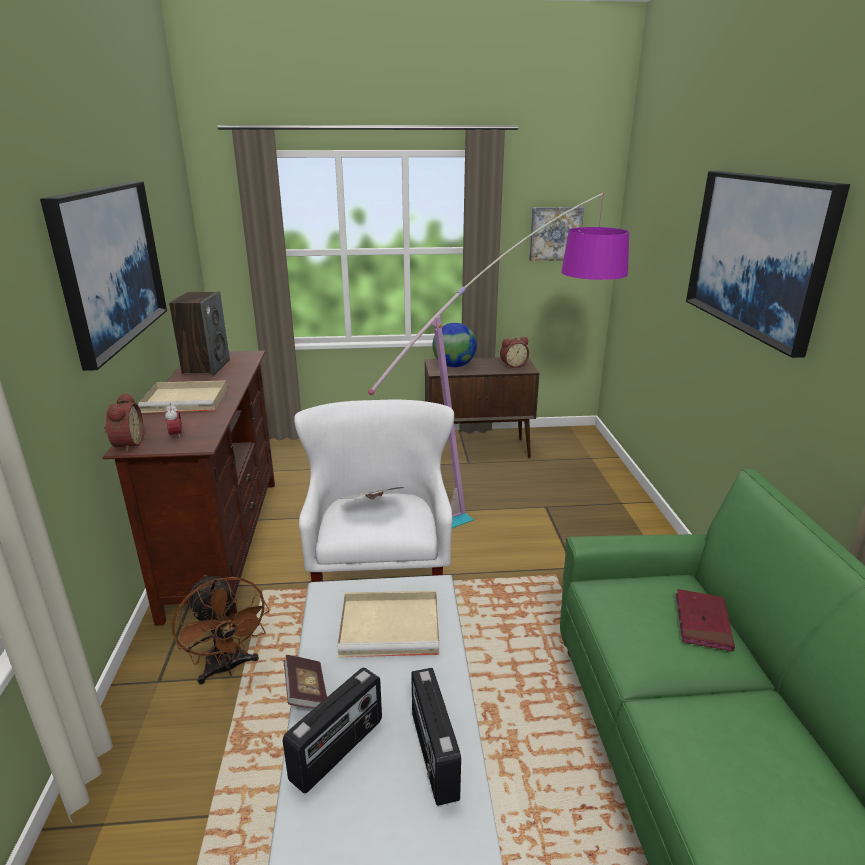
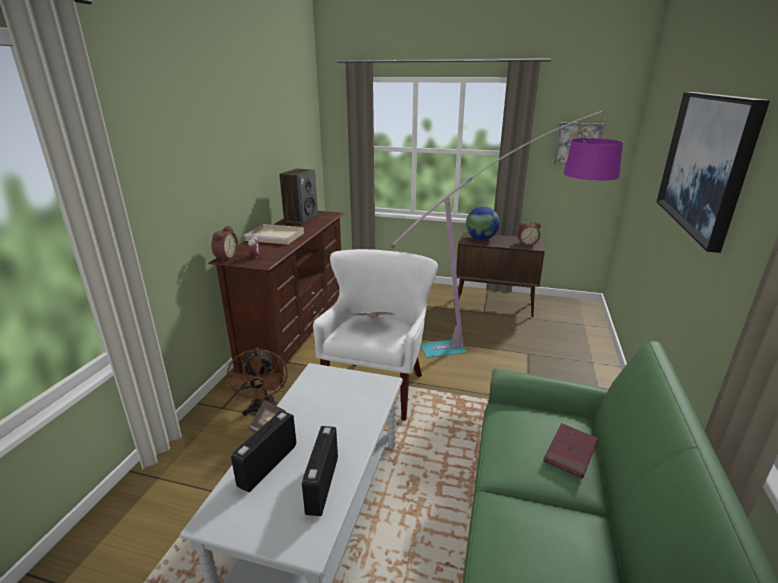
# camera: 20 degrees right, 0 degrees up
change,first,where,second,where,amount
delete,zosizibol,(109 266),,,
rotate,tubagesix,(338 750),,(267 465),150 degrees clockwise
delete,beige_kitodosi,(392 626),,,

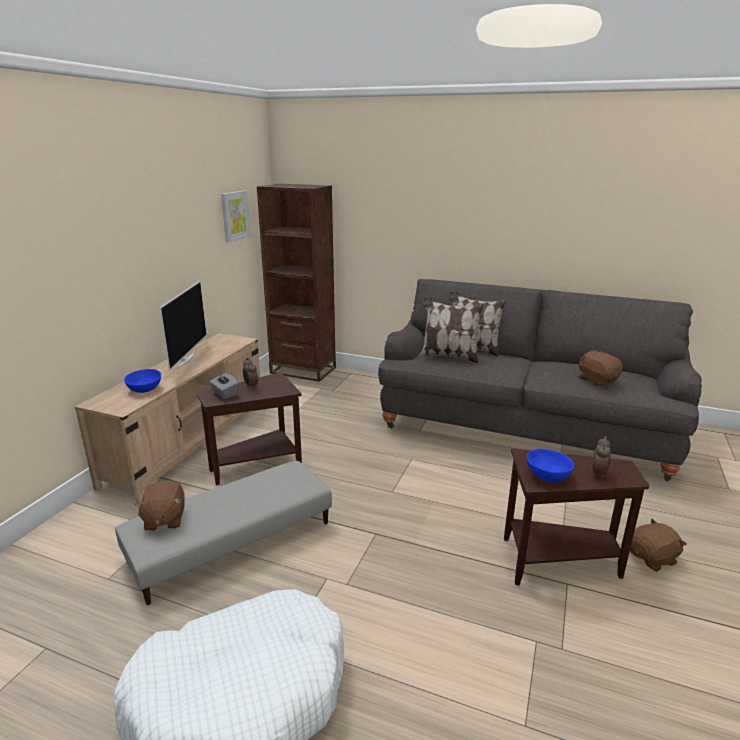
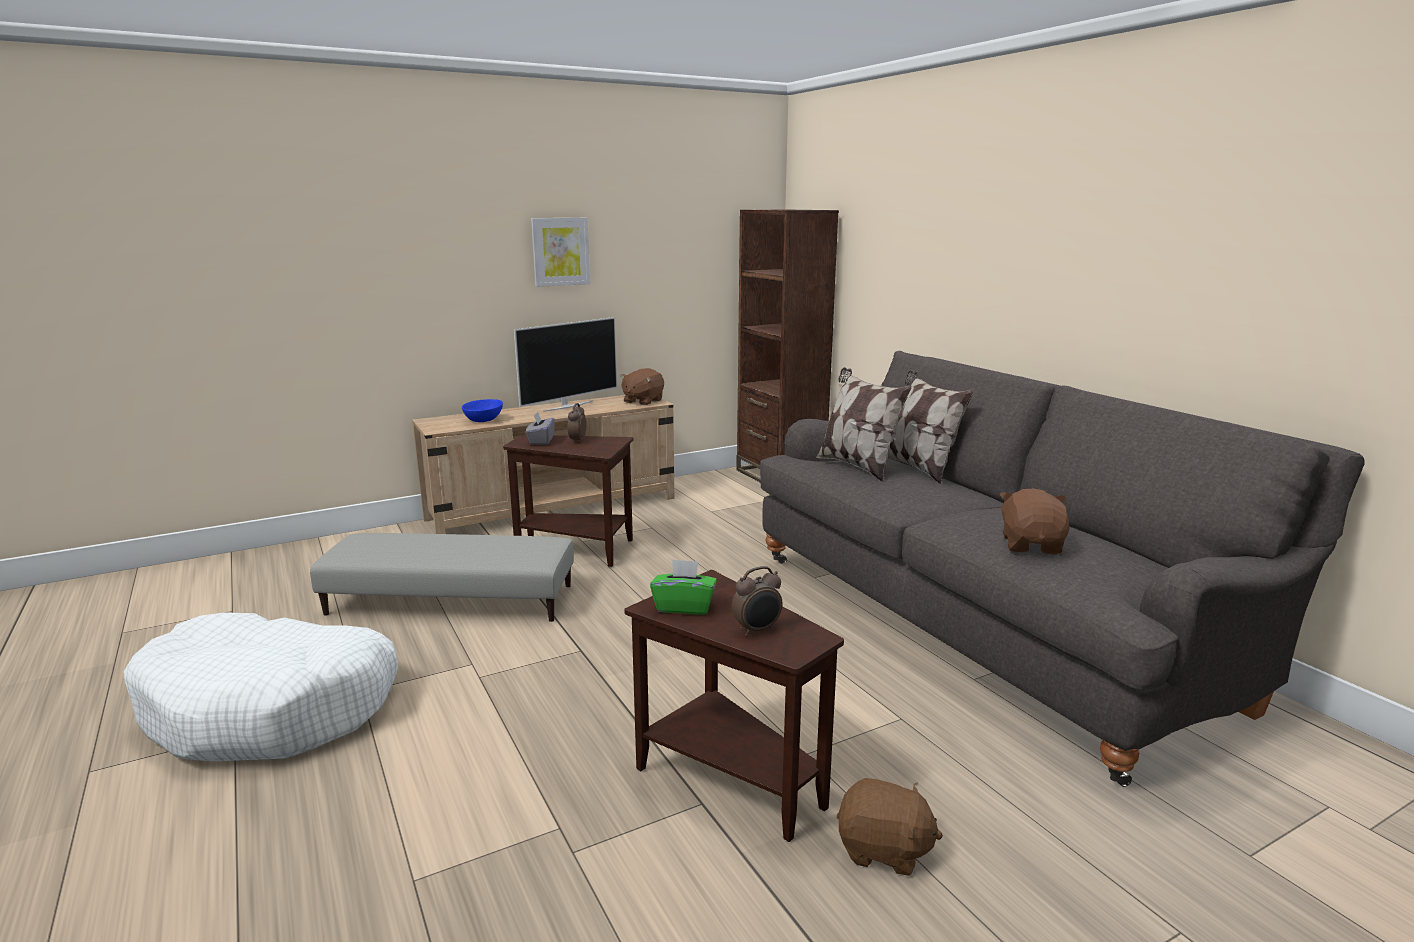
# camera: 40 degrees right, 5 degrees down
change,first,where,second,where,amount
move,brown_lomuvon,(164 519),,(642 401),
move,zosizibol,(235 215),,(560 251),
replace,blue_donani,(547 476),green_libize,(684 607),

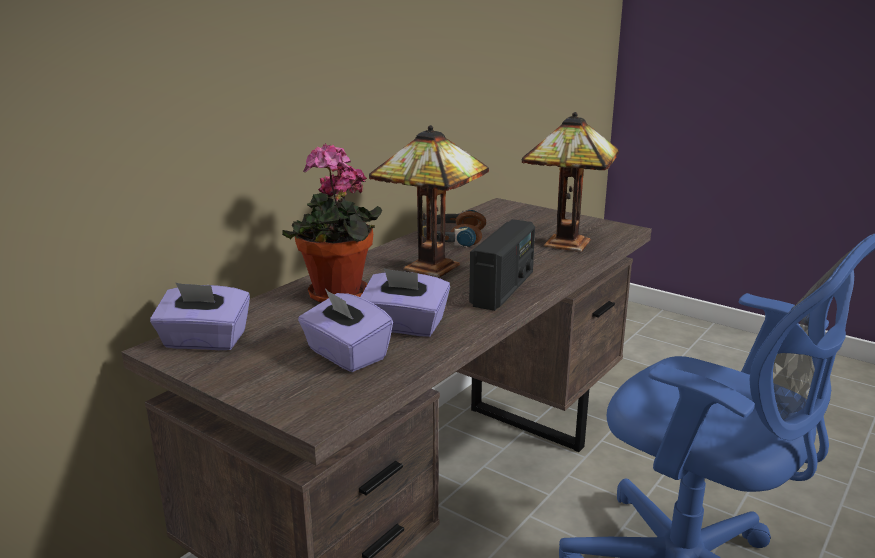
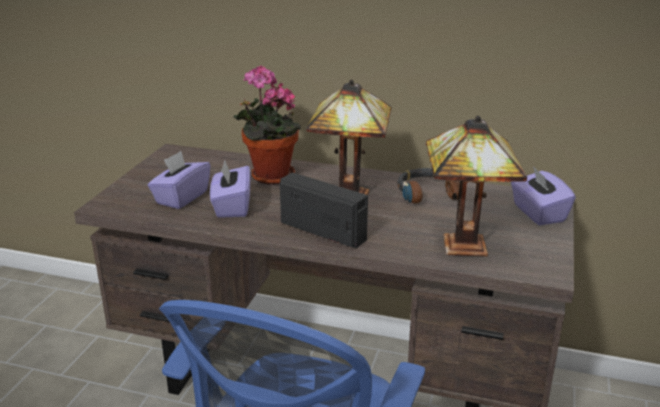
# camera: 70 degrees right, 5 degrees up
change,first,where,second,where,amount
move,purple_libize,(204 341),,(538 213),
rotate,tubagesix,(503 289),,(323 231),150 degrees counterclockwise

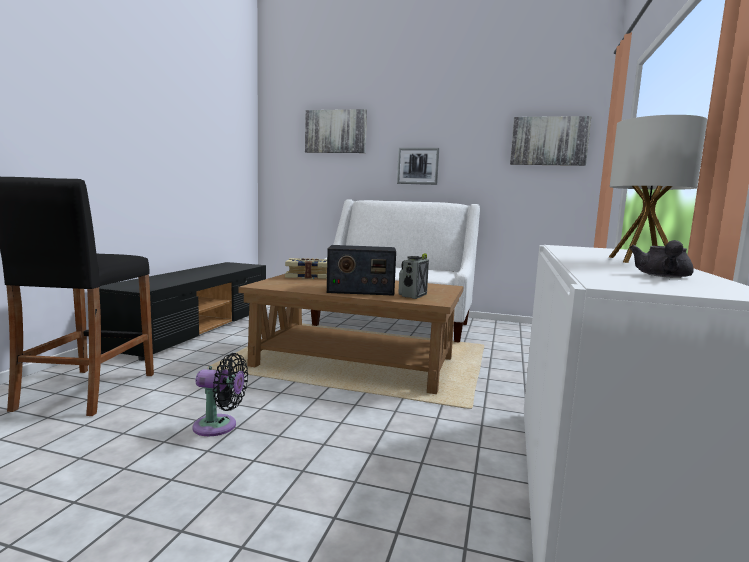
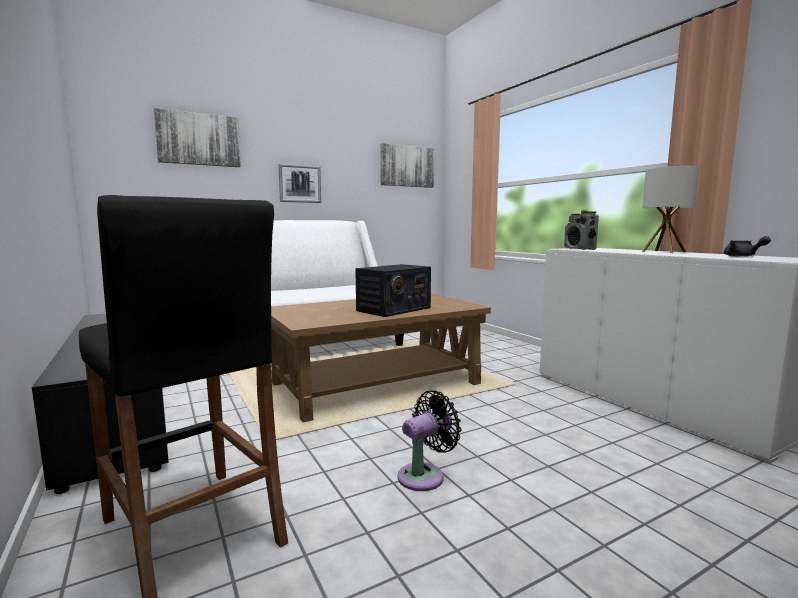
# camera: 45 degrees left, 0 degrees up
change,first,where,second,where,amount
delete,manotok,(308 276),,,
move,tubagesix,(412 295),,(580 249),

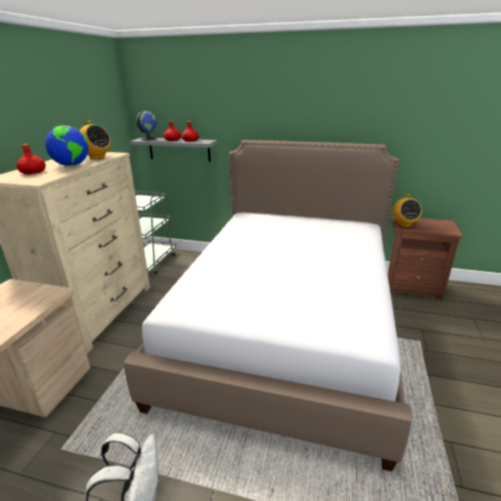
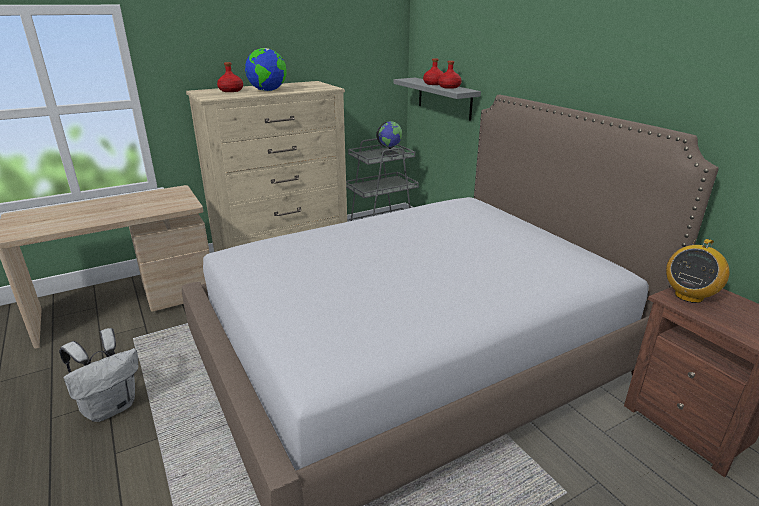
# camera: 45 degrees right, 0 degrees up
change,first,where,second,where,amount
delete,tubagesix,(97 157),,,
move,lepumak,(148 139),,(389 154),

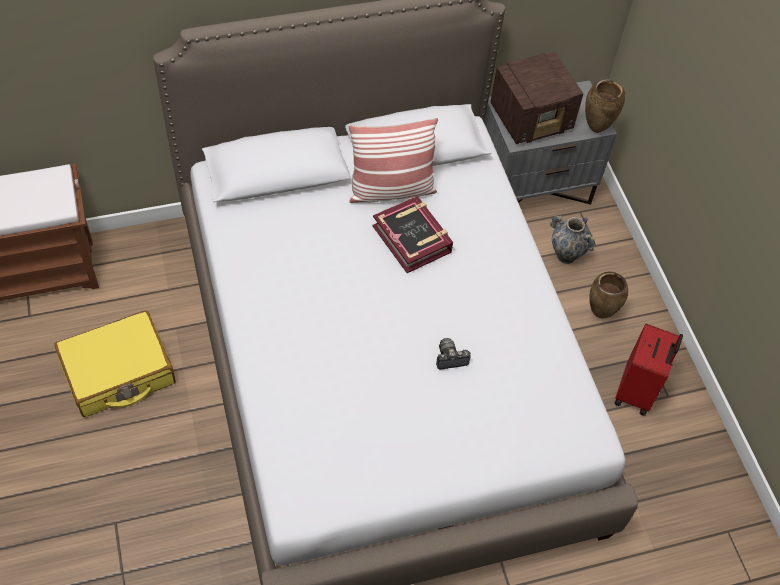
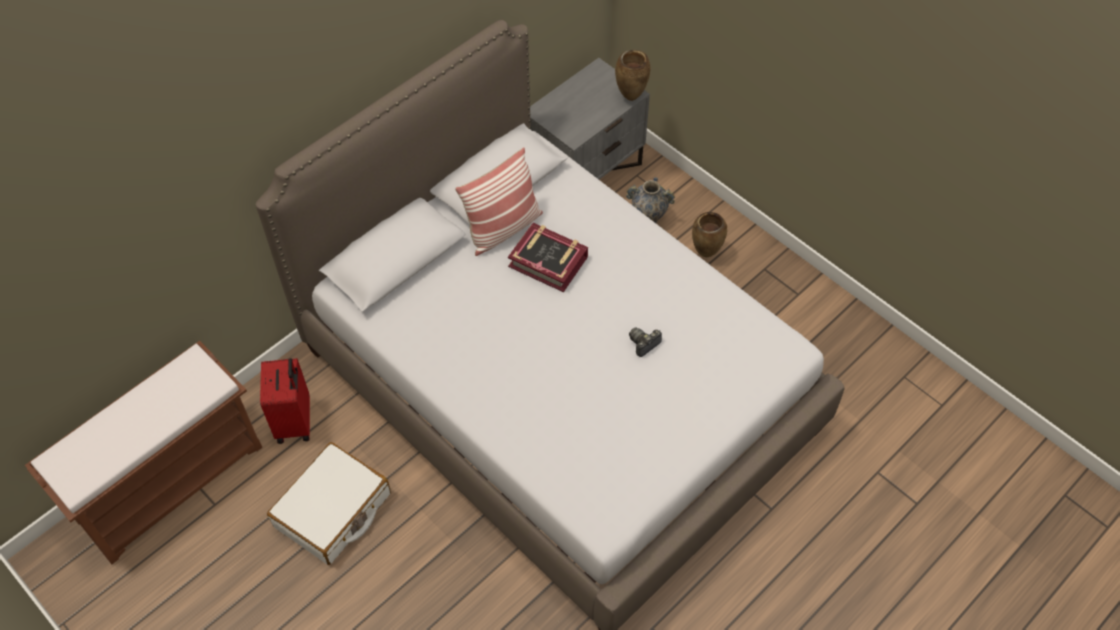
# camera: 25 degrees left, 0 degrees up
change,first,where,second,where,amount
recolor,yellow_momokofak,(118 372),white_momokofak,(333 511),
delete,tubagesix,(532 118),,,
move,red_momokofak,(637 391),,(295 421),

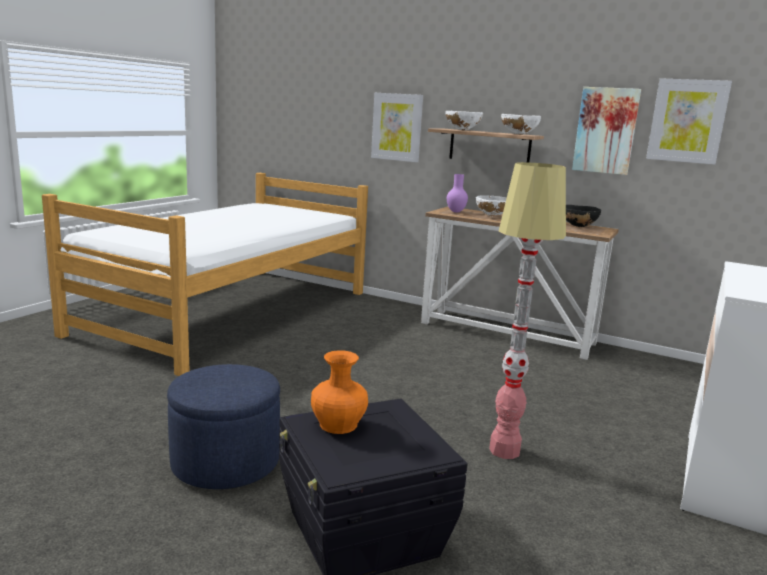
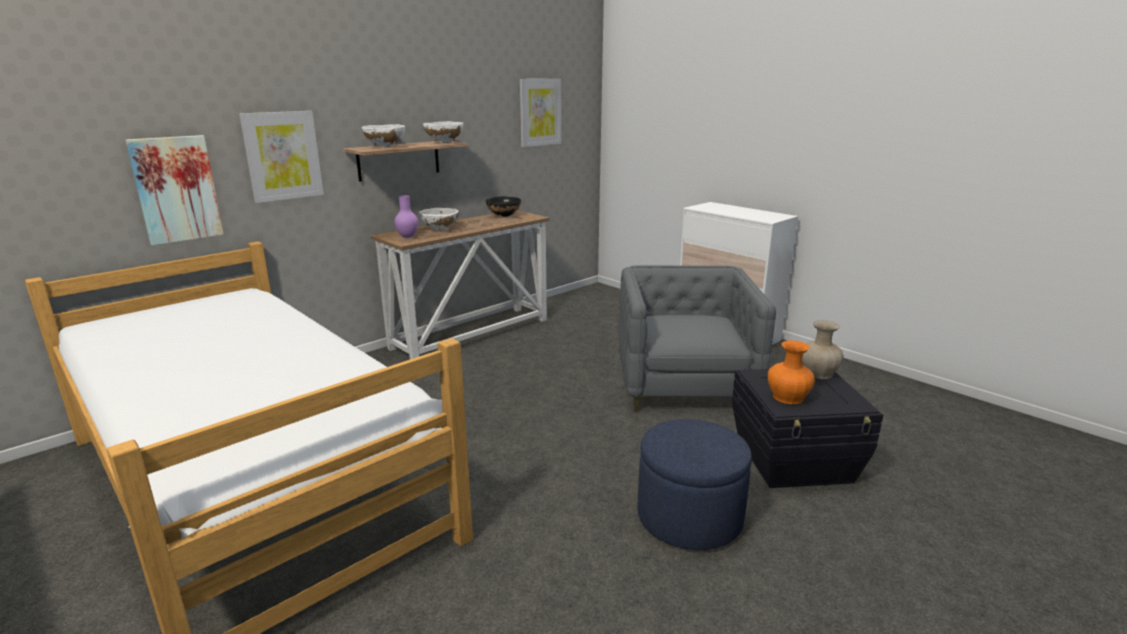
# camera: 70 degrees left, 5 degrees up
change,first,where,second,where,amount
replace,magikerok,(504 451),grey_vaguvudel,(684 385),
move,zosizibol,(605 130),,(176 189),
insert,,,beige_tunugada,(819 373),

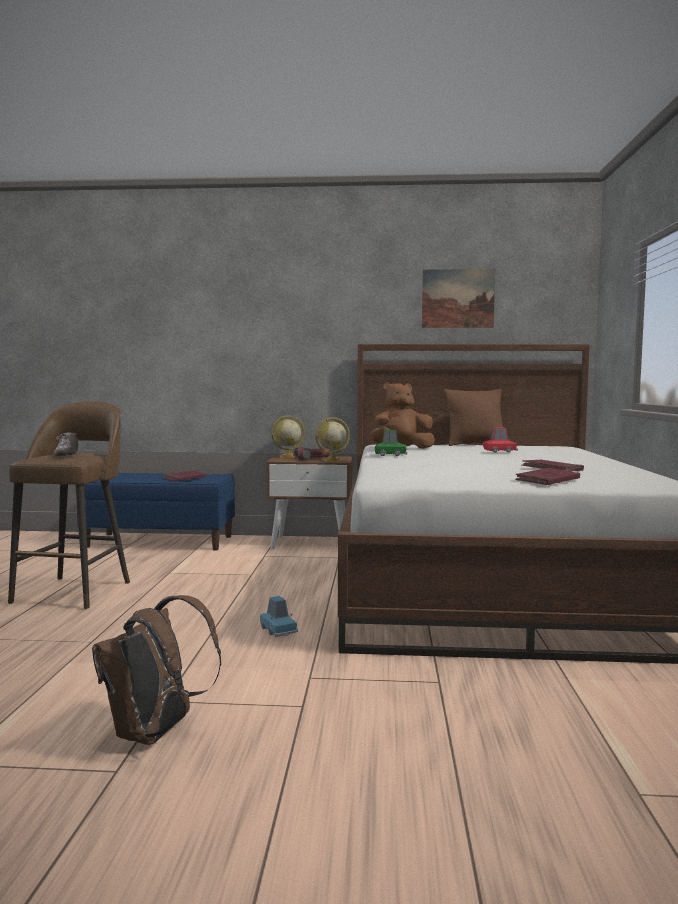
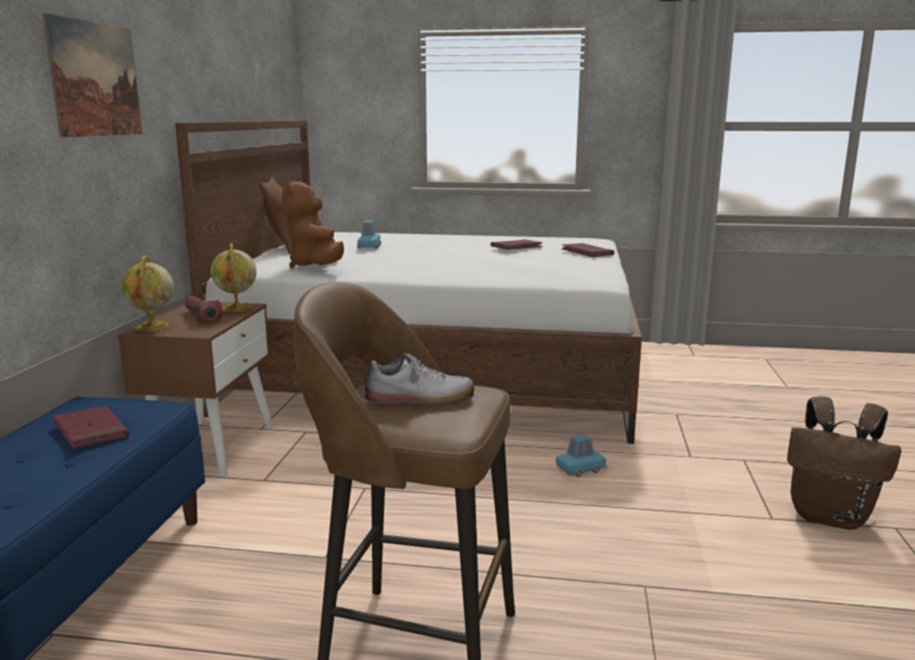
# camera: 85 degrees left, 10 degrees up
change,first,where,second,where,amount
delete,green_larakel,(391 455),,,
move,zosizibol,(458 298),,(95 79),
recolor,red_larakel,(500 451),blue_larakel,(369 247),

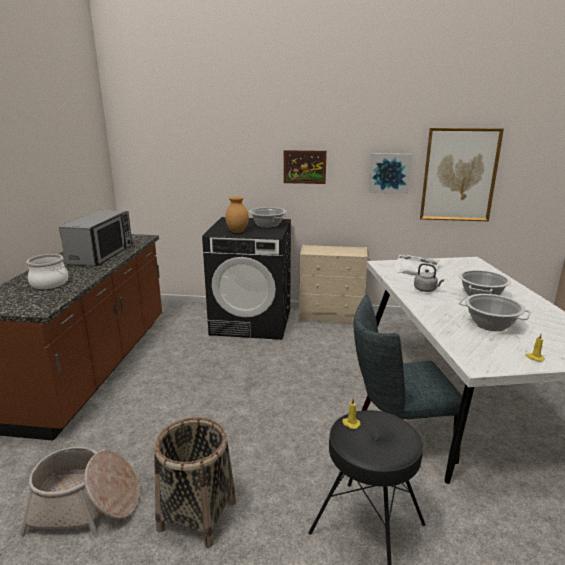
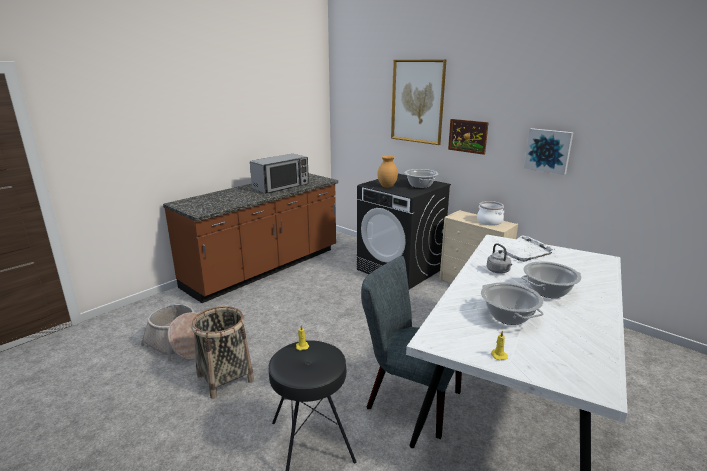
# camera: 35 degrees right, 0 degrees up
change,first,where,second,where,amount
move,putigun,(49 284),,(489 222),
move,zosizibol,(459 175),,(417 101),

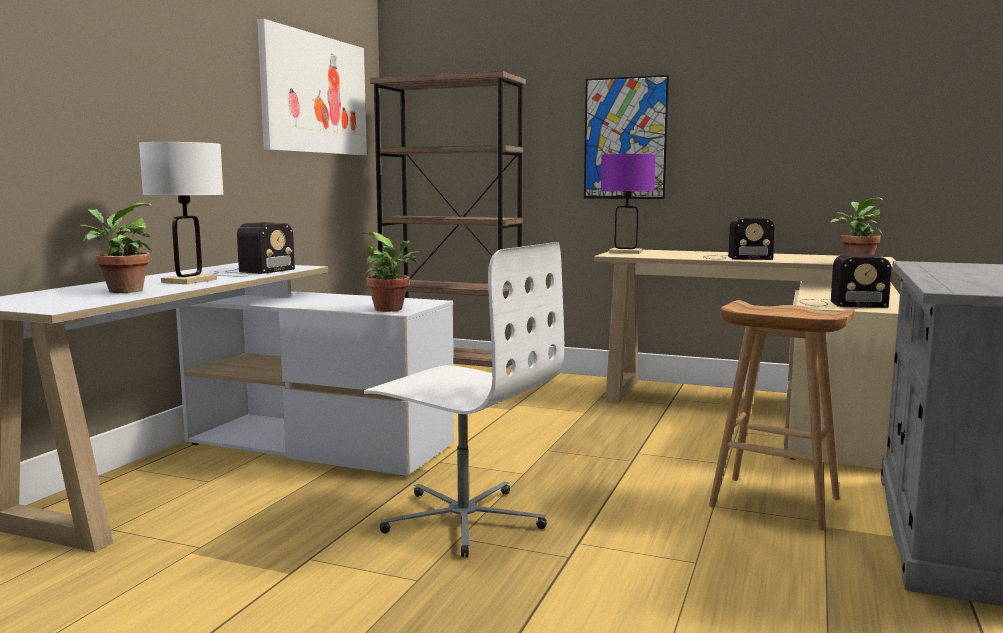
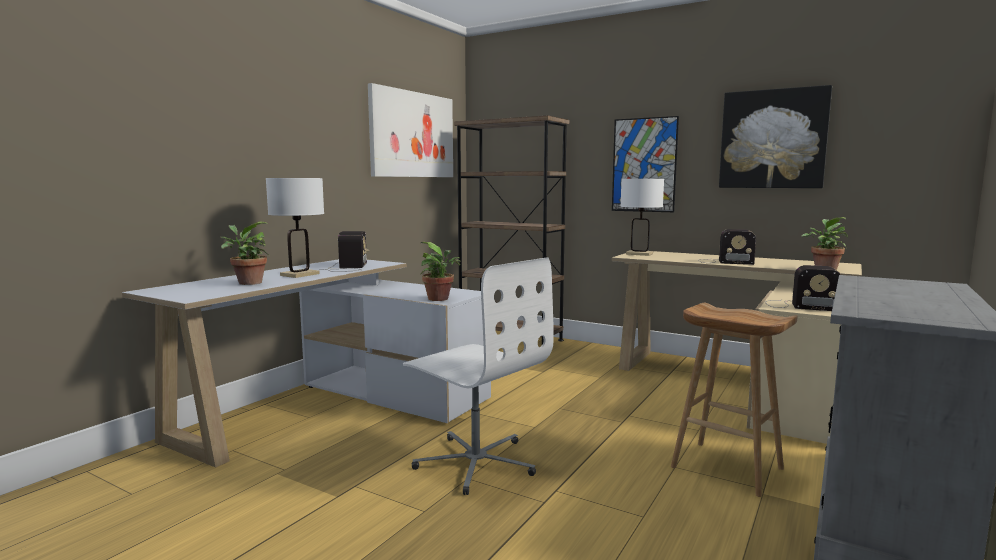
# camera: 10 degrees right, 0 degrees up
change,first,where,second,where,amount
rotate,tubagesix,(251 272),,(348 267),45 degrees counterclockwise
recolor,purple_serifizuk,(625 252),white_serifizuk,(639 254),
insert,,,zosizibol,(773 139),

